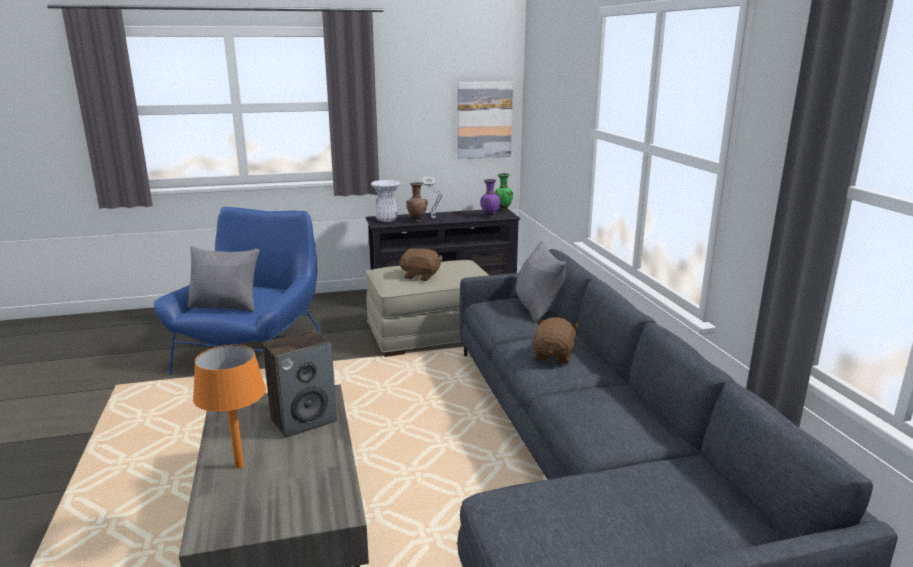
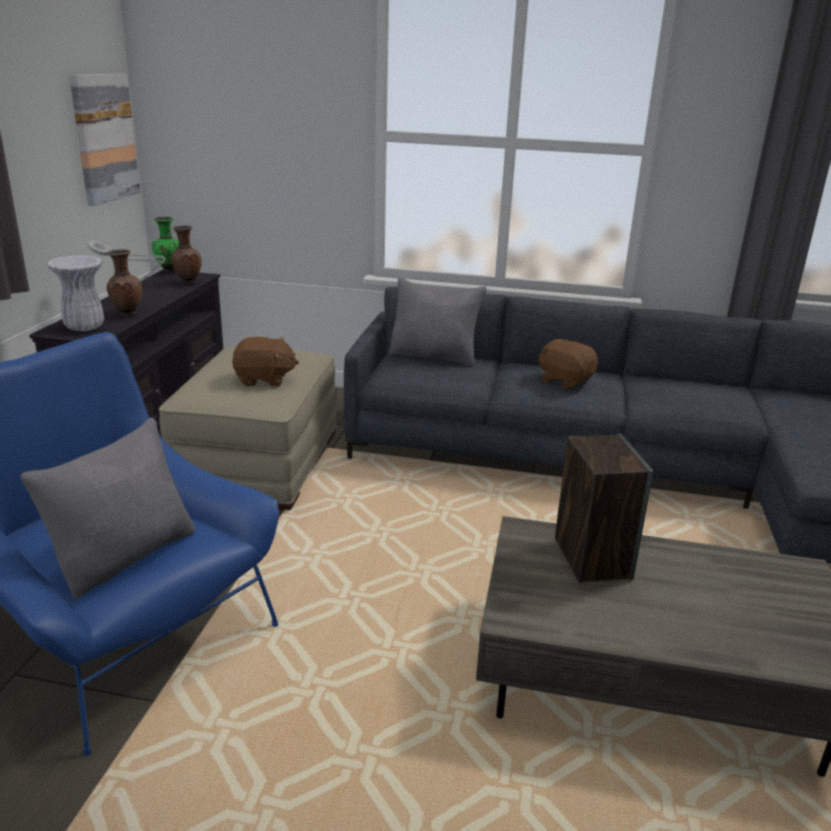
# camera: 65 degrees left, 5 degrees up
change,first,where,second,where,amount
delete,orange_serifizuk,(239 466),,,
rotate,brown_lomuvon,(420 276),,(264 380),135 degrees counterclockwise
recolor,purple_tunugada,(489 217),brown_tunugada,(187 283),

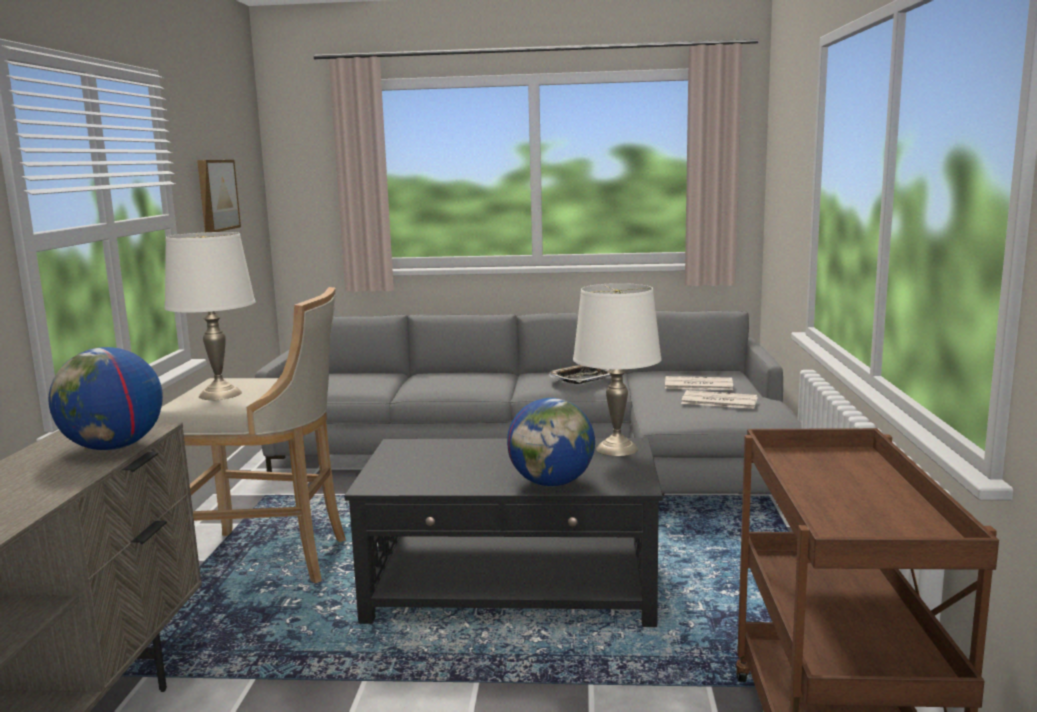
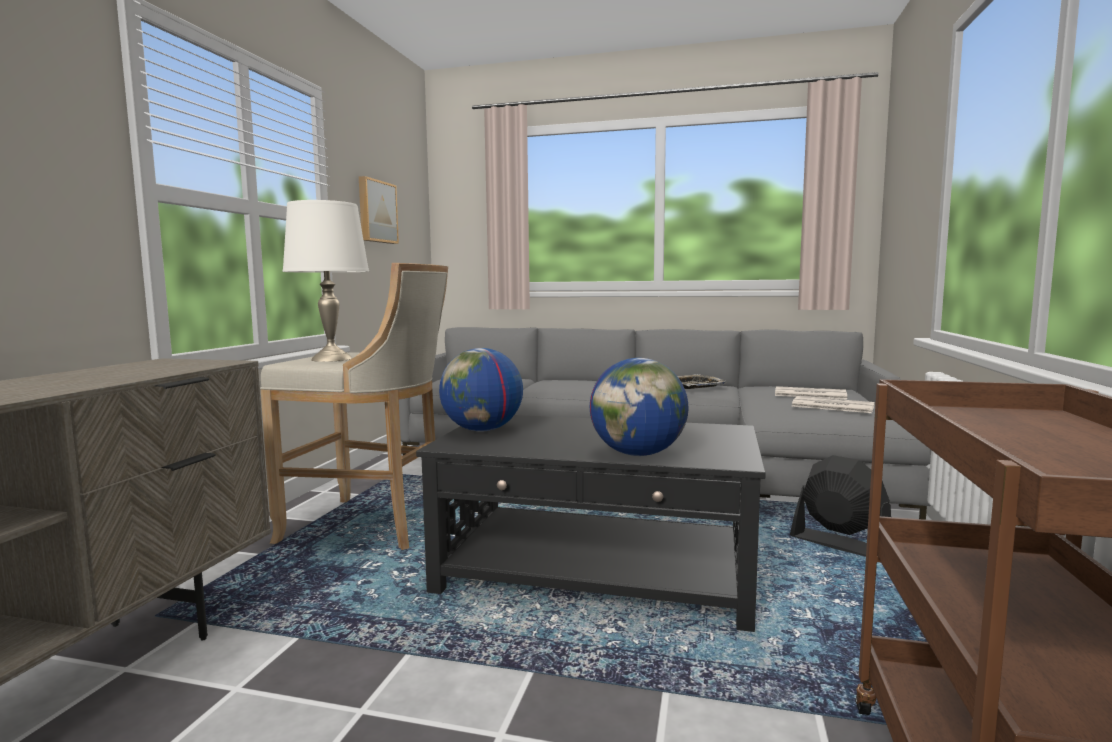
# camera: 10 degrees right, 5 degrees down
change,first,where,second,where,amount
move,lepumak,(113 447),,(482 430),
delete,white_serifizuk,(617 449),,,
insert,,,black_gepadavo,(839 544),

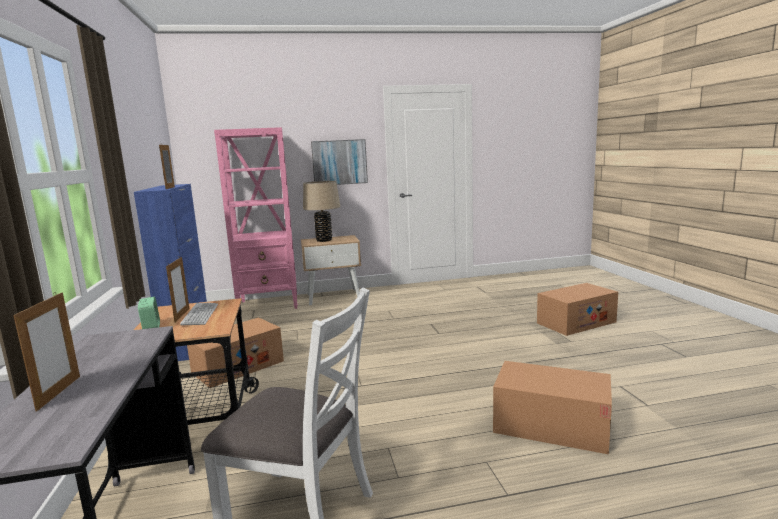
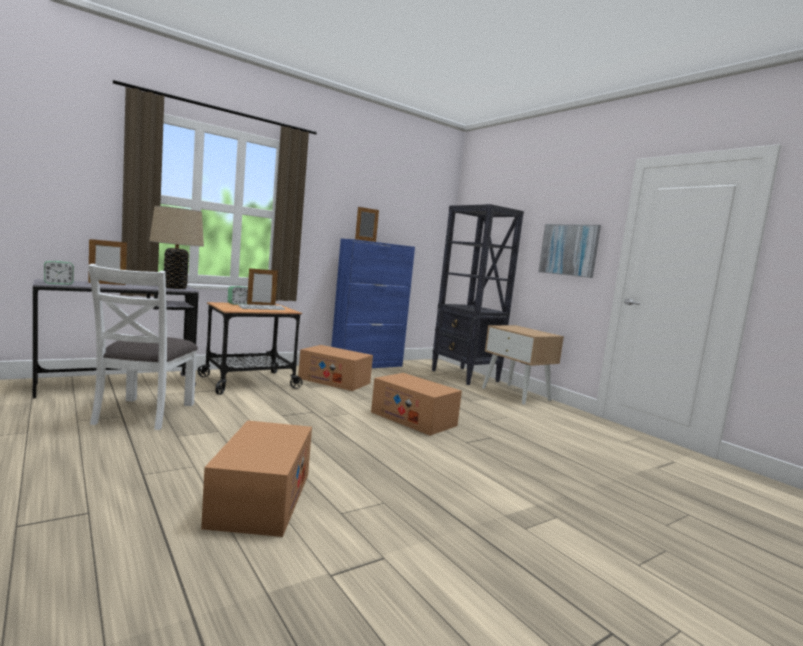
# camera: 65 degrees right, 5 degrees down
change,first,where,second,where,amount
recolor,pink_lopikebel,(269 305),black_lopikebel,(465 376),
move,beige_serifizuk,(324 240),,(175 287),
move,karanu,(576 322),,(413 419),
insert,,,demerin,(58 283),

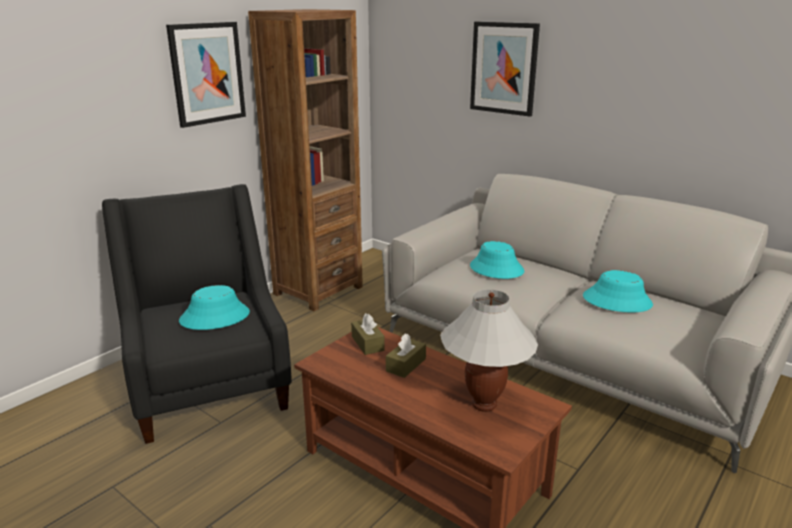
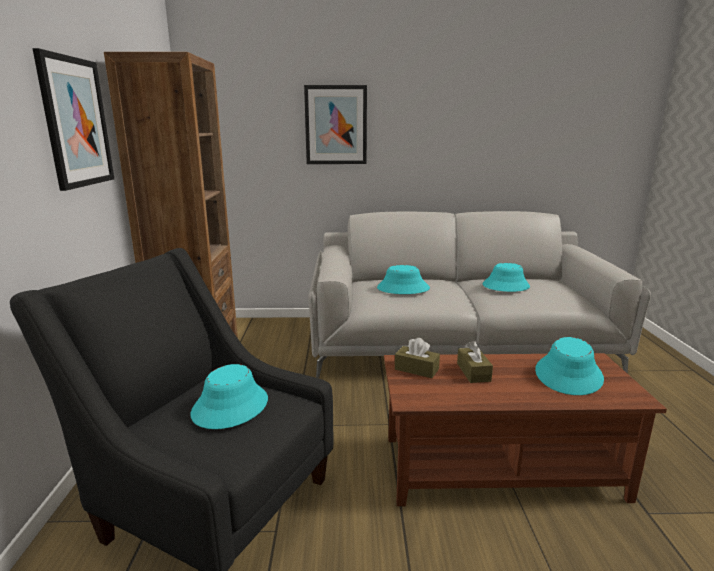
# camera: 40 degrees left, 5 degrees down
change,first,where,second,where,amount
replace,white_serifizuk,(484 404),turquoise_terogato,(569 375),

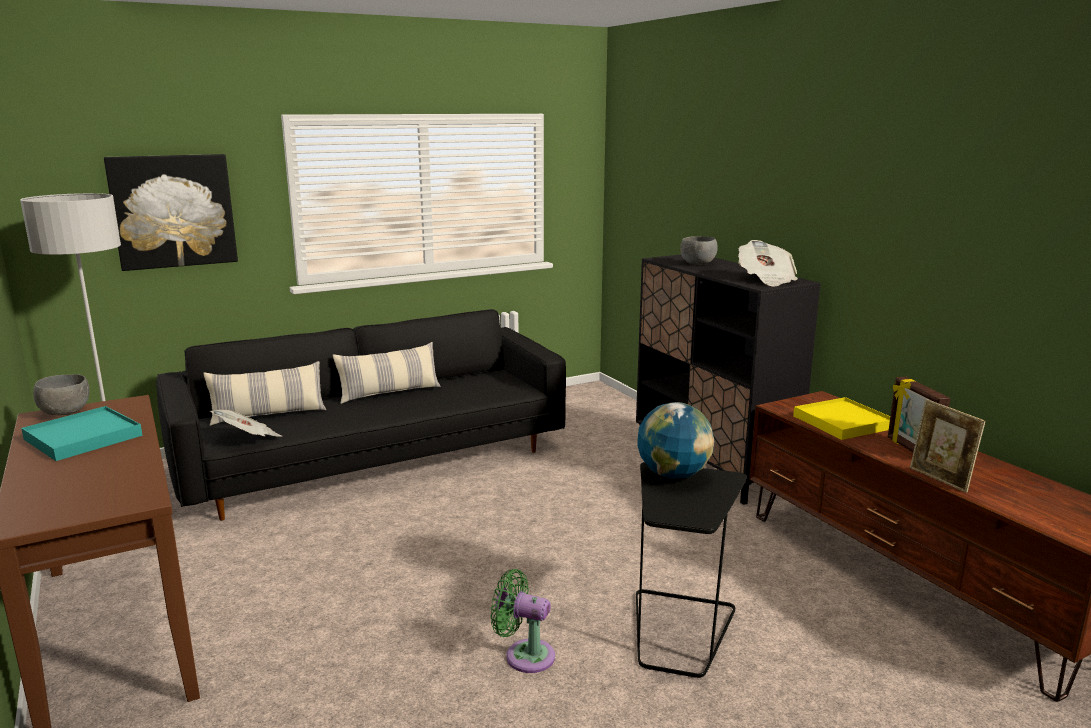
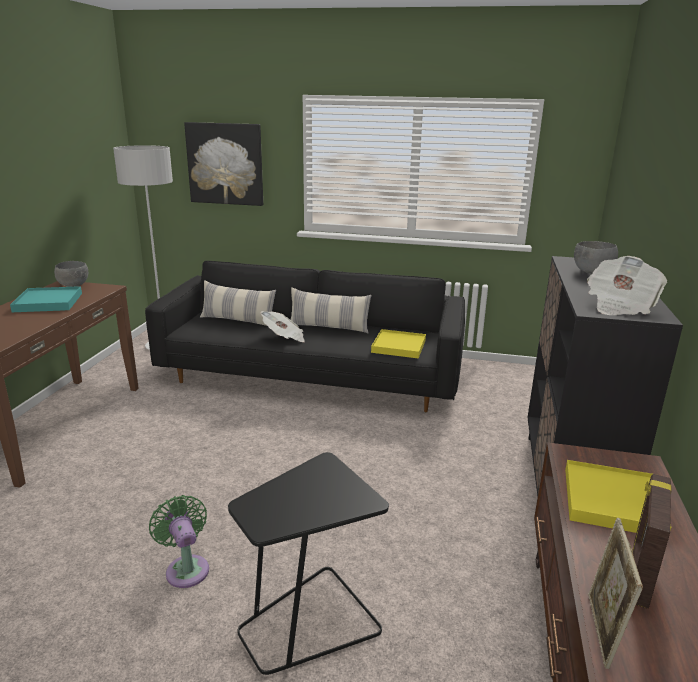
# camera: 40 degrees right, 5 degrees up
change,first,where,second,where,amount
move,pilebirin,(249 439),,(284 338),
delete,lepumak,(673 475),,,
insert,,,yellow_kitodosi,(398 346),

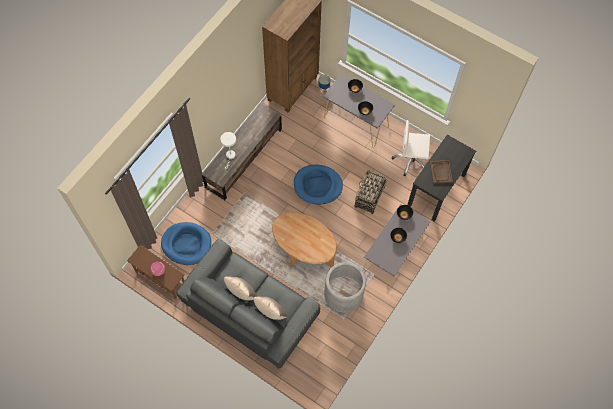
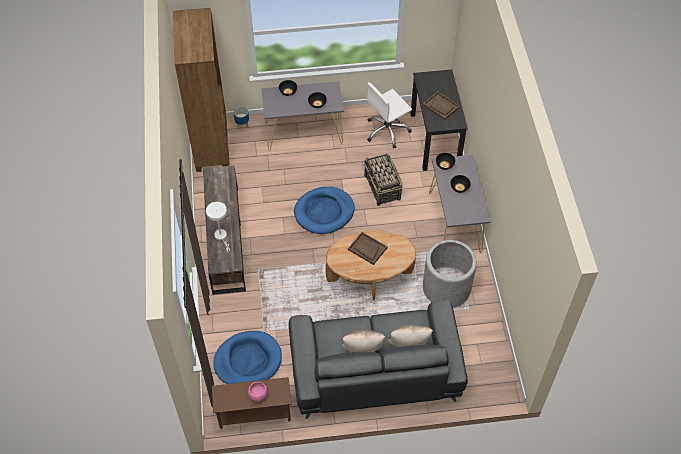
# camera: 40 degrees left, 10 degrees down
change,first,where,second,where,amount
insert,,,brown_kitodosi,(367 249),

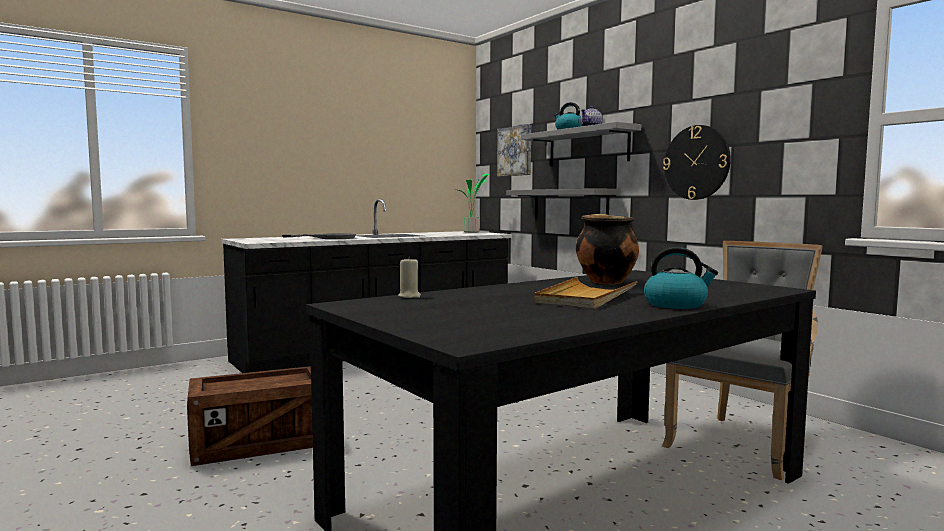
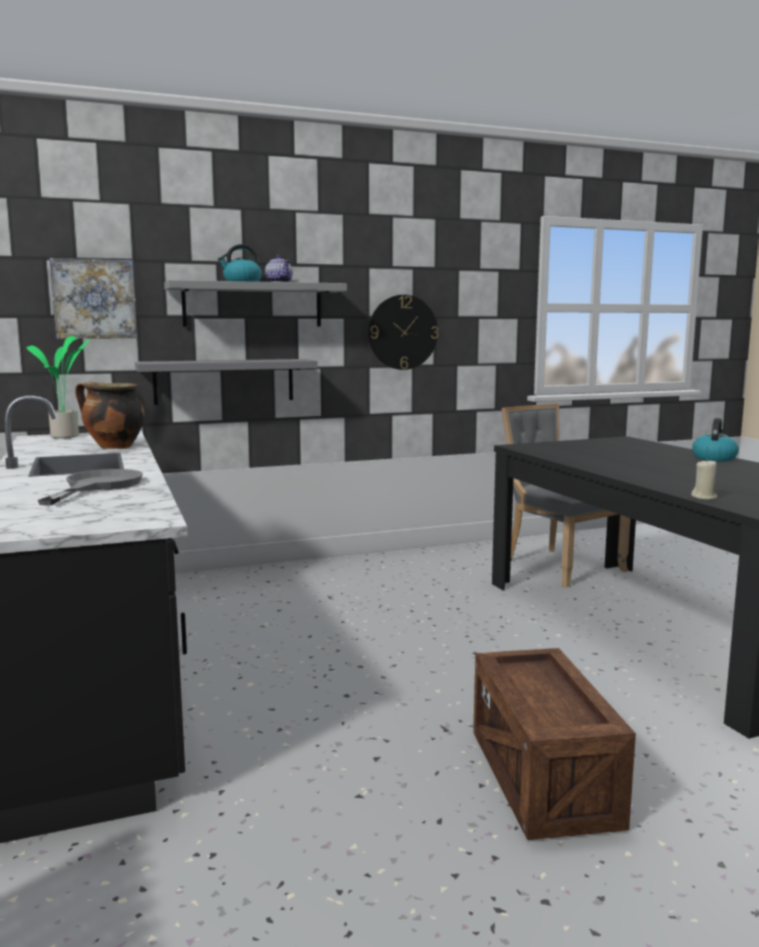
# camera: 75 degrees left, 5 degrees up
change,first,where,second,where,amount
delete,beige_kitodosi,(586 297),,,
move,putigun,(604 282),,(113 447),

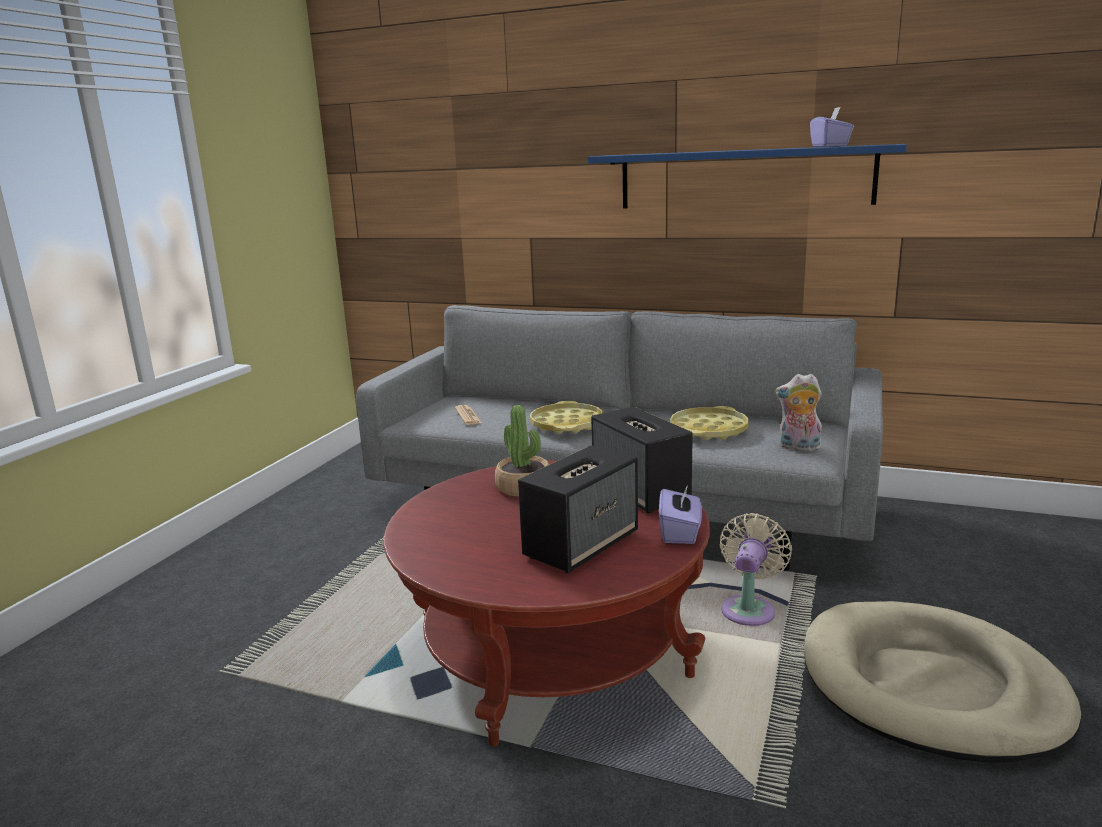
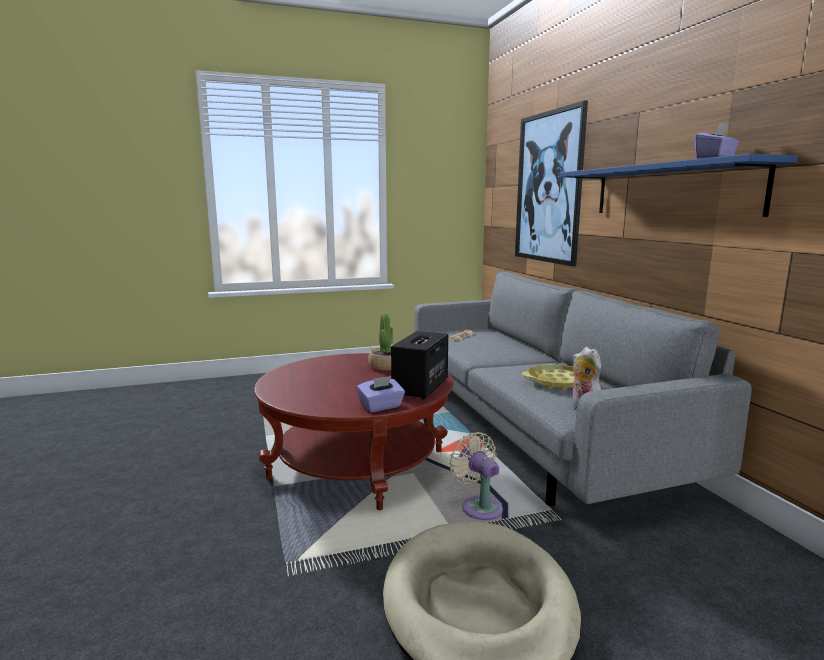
# camera: 50 degrees right, 5 degrees down
change,first,where,second,where,amount
delete,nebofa,(582 544),,,
delete,yellow_kitodosi,(567 424),,,
rotate,beige_gepadavo,(749 608),,(479 506),105 degrees counterclockwise
insert,,,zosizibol,(548 188),

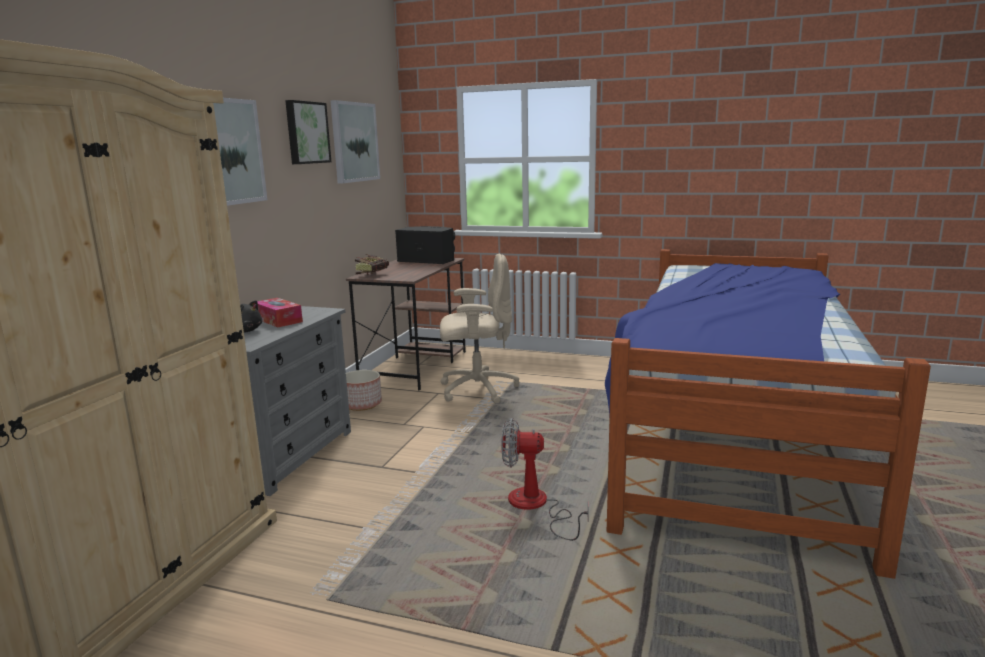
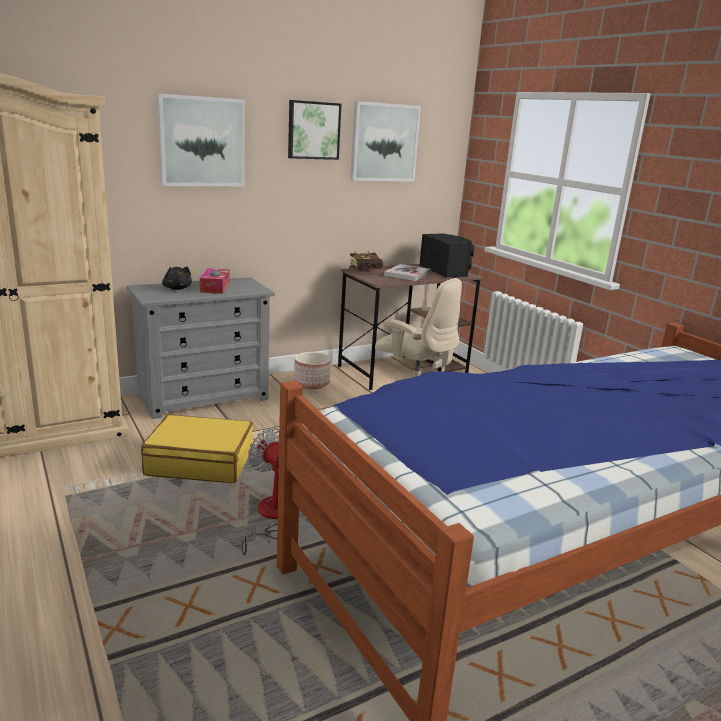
# camera: 40 degrees right, 5 degrees up
change,first,where,second,where,amount
insert,,,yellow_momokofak,(200 462),
insert,,,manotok,(407 274),

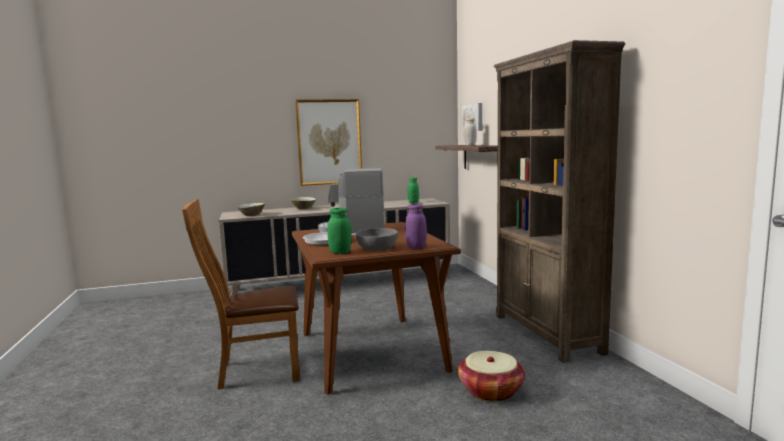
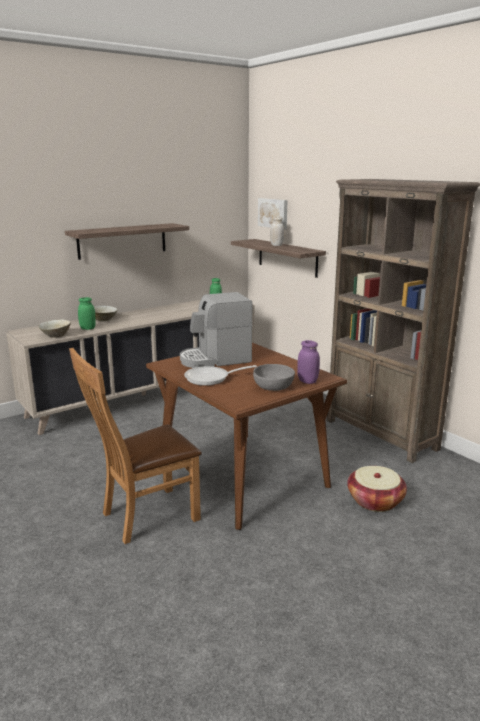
# camera: 20 degrees left, 10 degrees up
change,first,where,second,where,amount
replace,zosizibol,(329 142),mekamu,(122 241),
move,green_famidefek,(340 252),,(87 328),

